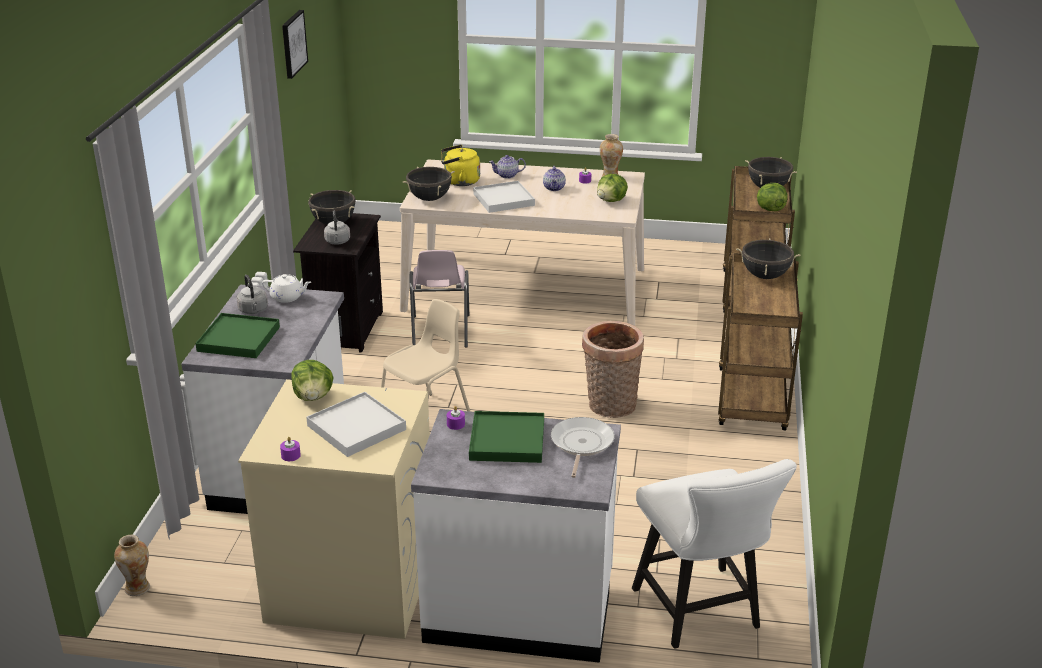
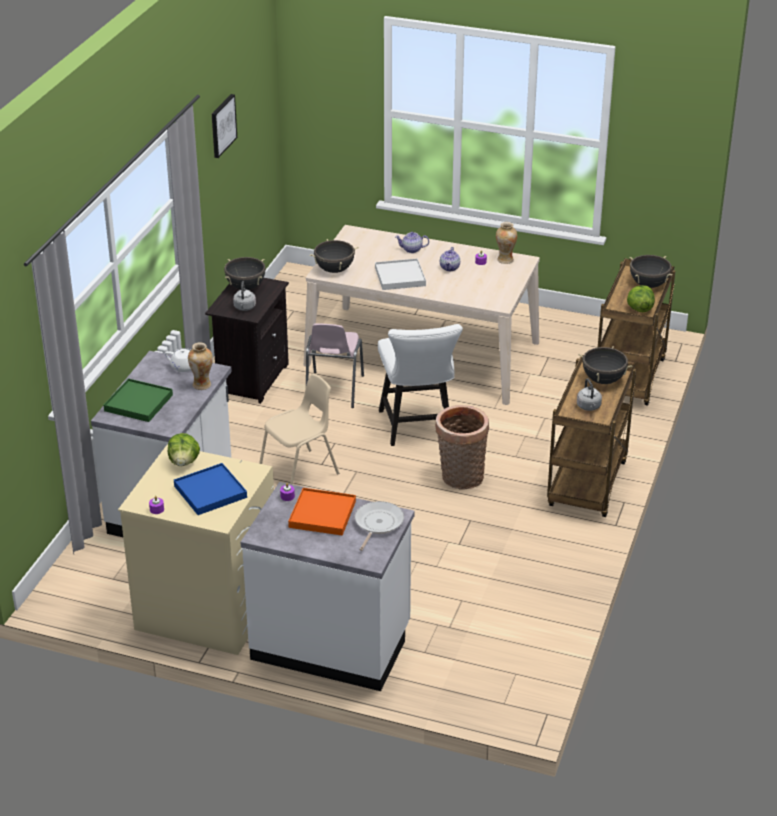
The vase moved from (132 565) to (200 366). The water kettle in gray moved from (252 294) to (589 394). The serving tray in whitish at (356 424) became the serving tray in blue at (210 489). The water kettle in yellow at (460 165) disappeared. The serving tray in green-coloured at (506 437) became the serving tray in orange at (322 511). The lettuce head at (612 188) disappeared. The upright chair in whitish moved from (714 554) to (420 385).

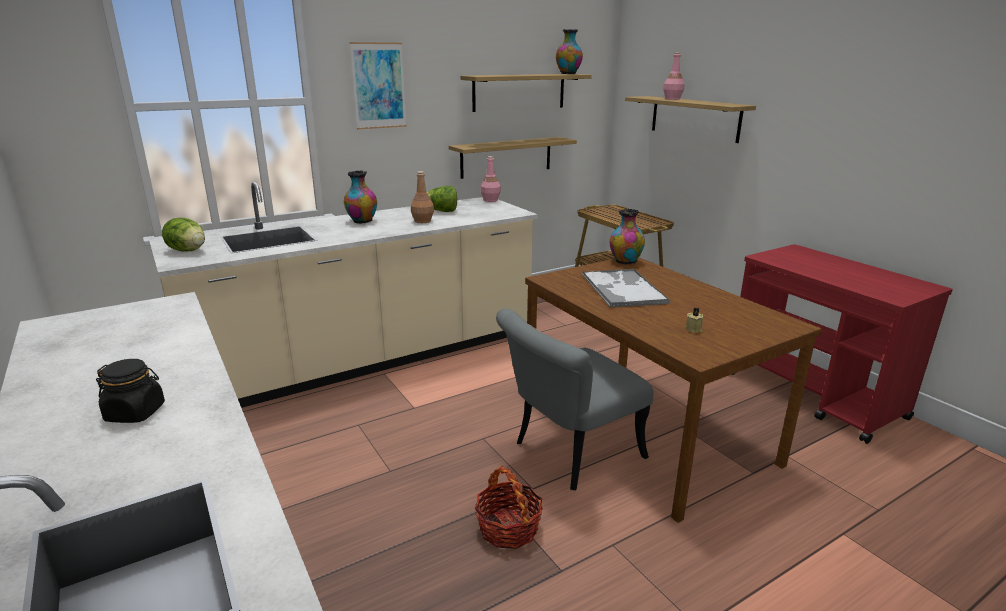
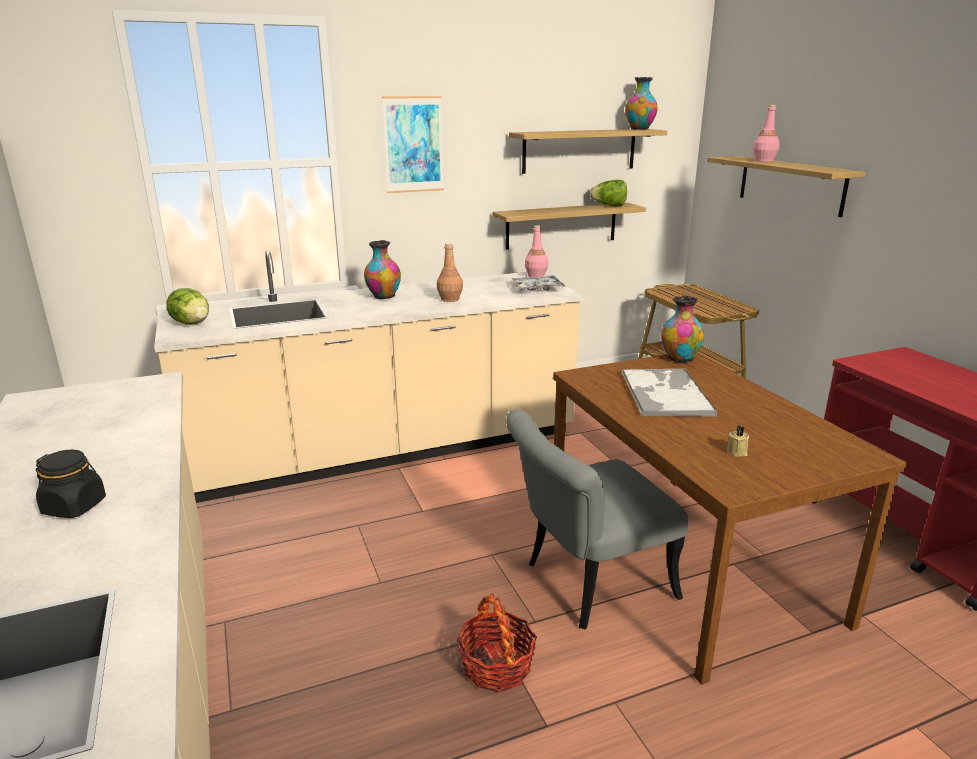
The lettuce head moved from (442 199) to (608 193). The serving tray at (538 283) appeared.

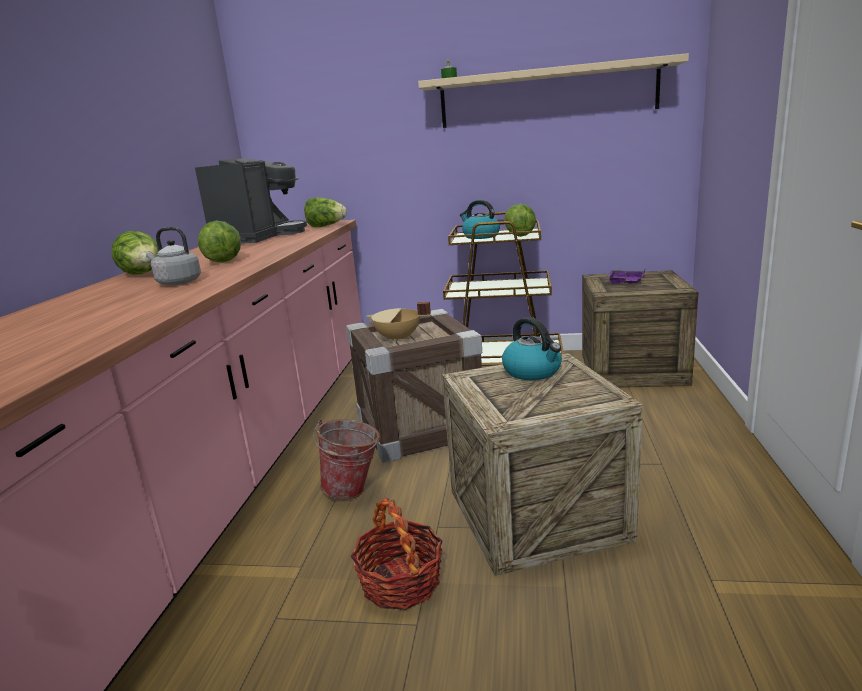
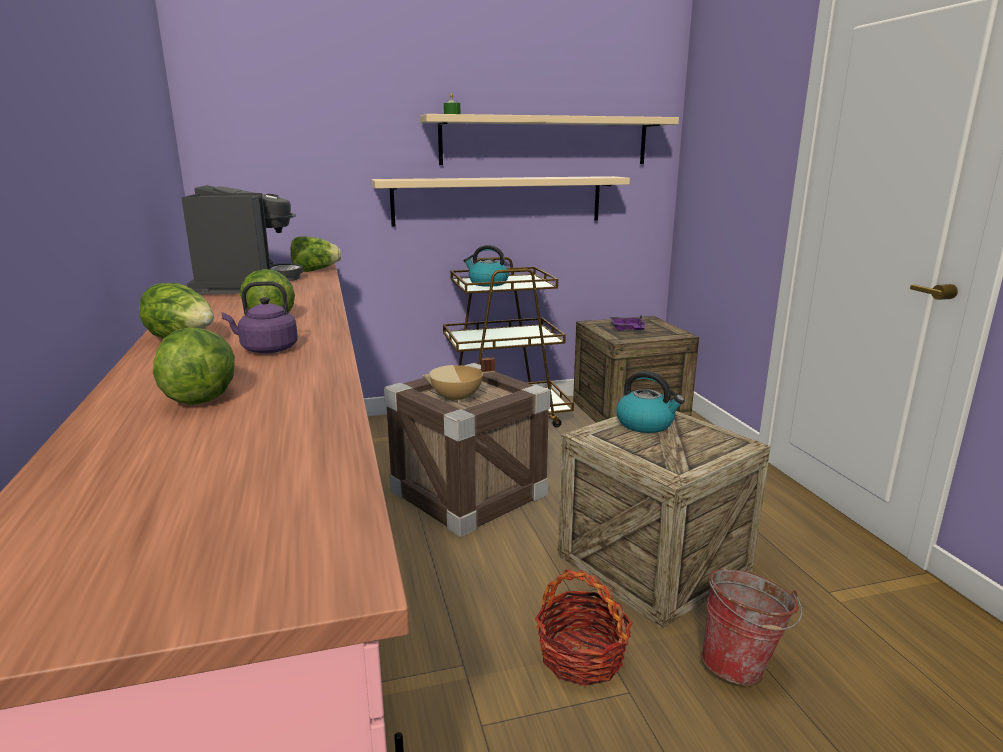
The water kettle in gray at (173 256) became the water kettle in purple at (260 317). The water bucket moved from (346 459) to (751 627). The lettuce head moved from (520 220) to (194 366). The shelf in beige-coloured at (500 201) appeared.

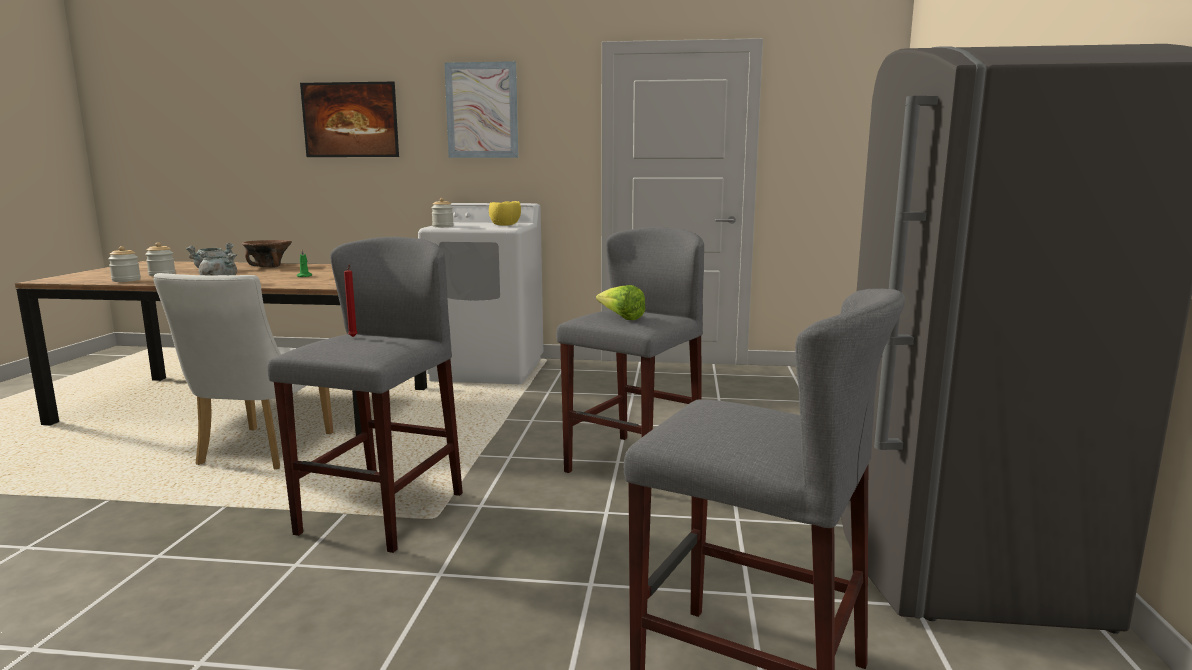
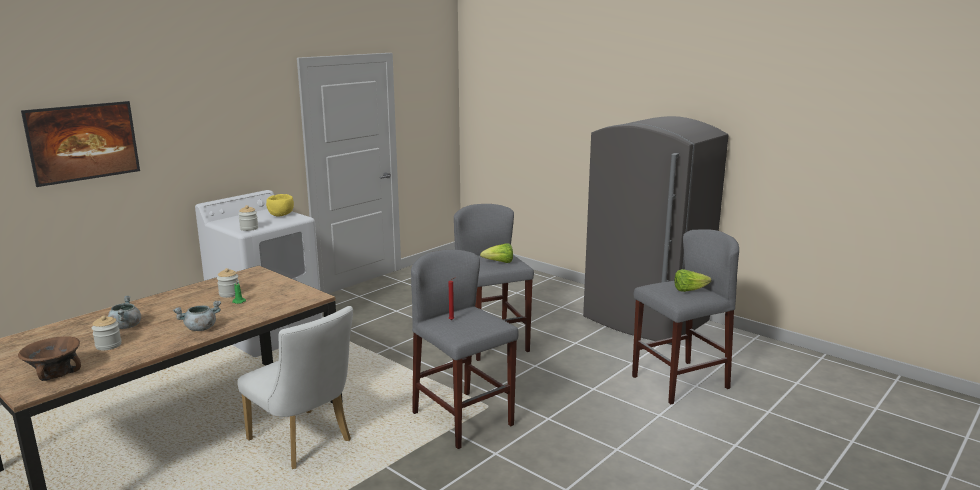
The preserve jar moved from (124 264) to (228 283). The deep dish in brown moved from (267 253) to (49 358). The wall picture at (481 109) disappeared. The lettuce head at (693 280) appeared.

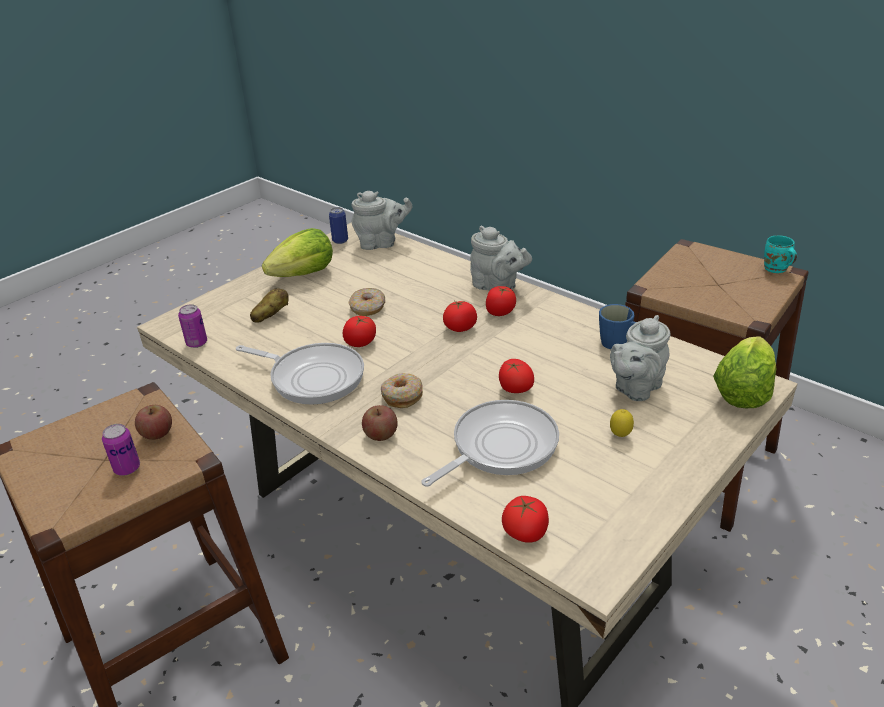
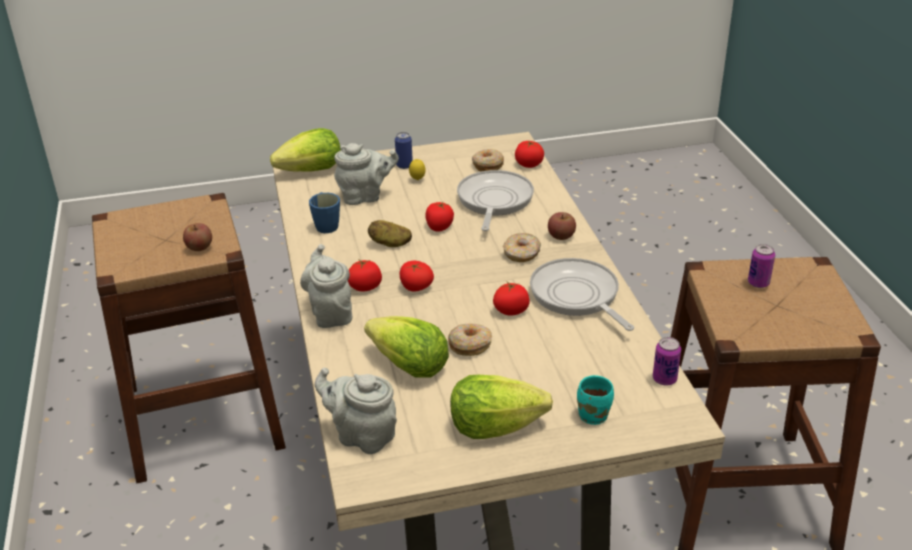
The apple fruit moved from (153 422) to (197 237). The potato moved from (269 305) to (390 233). The sealed can moved from (338 225) to (404 150). The frying pan at (490 443) turned 105 degrees clockwise. The mug in turquoise-coloured moved from (780 254) to (595 400). The lettuce head at (406 346) appeared. The donut at (488 160) appeared.

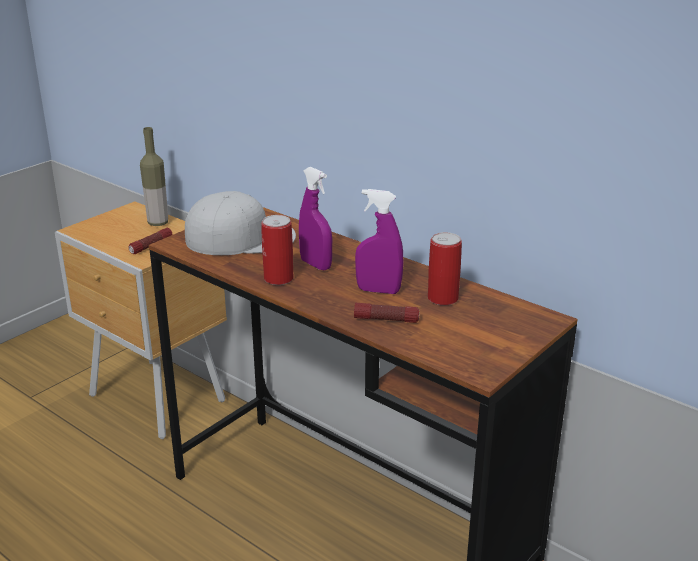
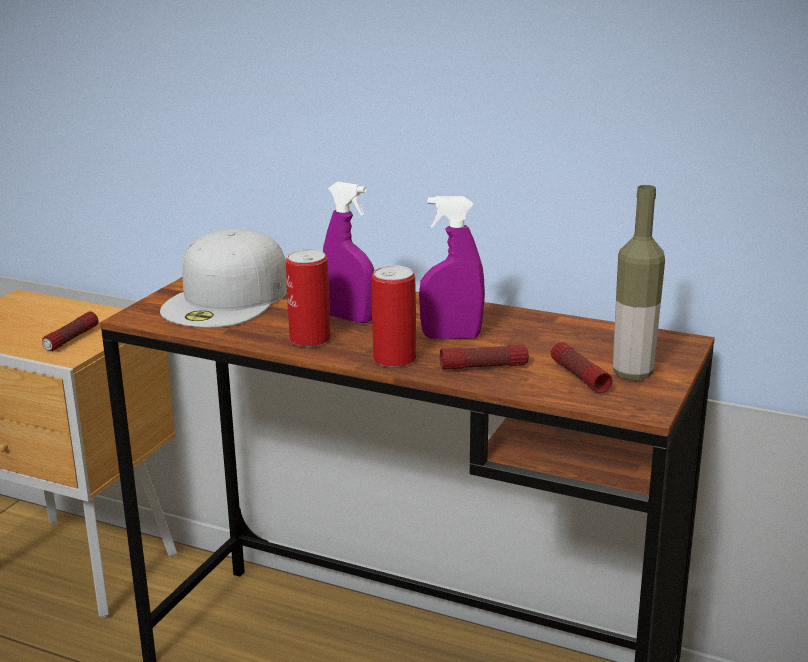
The beverage bottle moved from (154 176) to (639 282). The peaked cap in whitish at (240 223) turned 135 degrees clockwise. The sealed can moved from (445 269) to (394 316). The flashlight at (582 367) appeared.

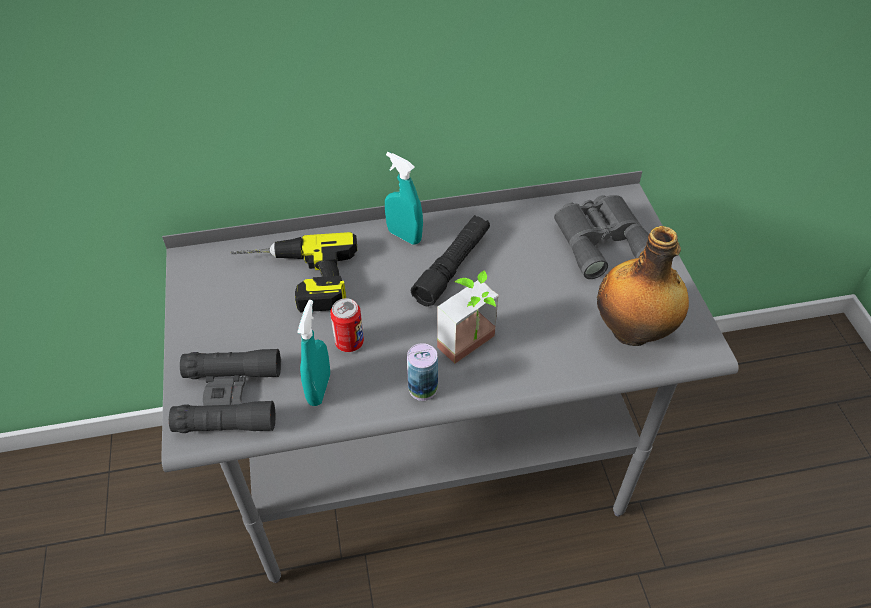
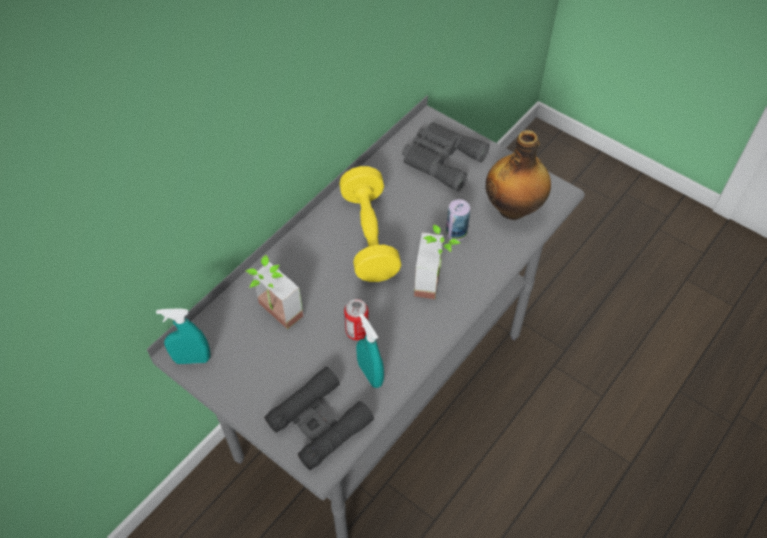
The electric drill at (294 272) was replaced by the houseplant at (274 292). The sprayer in turquoise-coloured moved from (404 198) to (183 336). The sealed can moved from (422 372) to (458 220). The flashlight in black-coloured at (450 261) was replaced by the hand weight in yellow at (370 224).

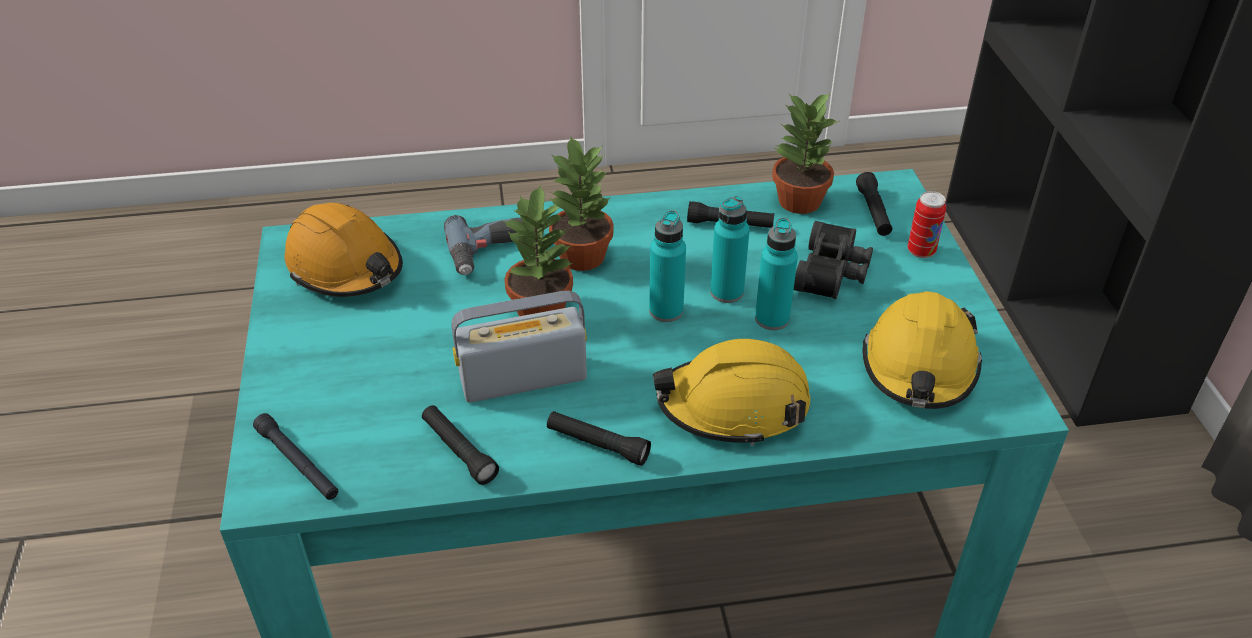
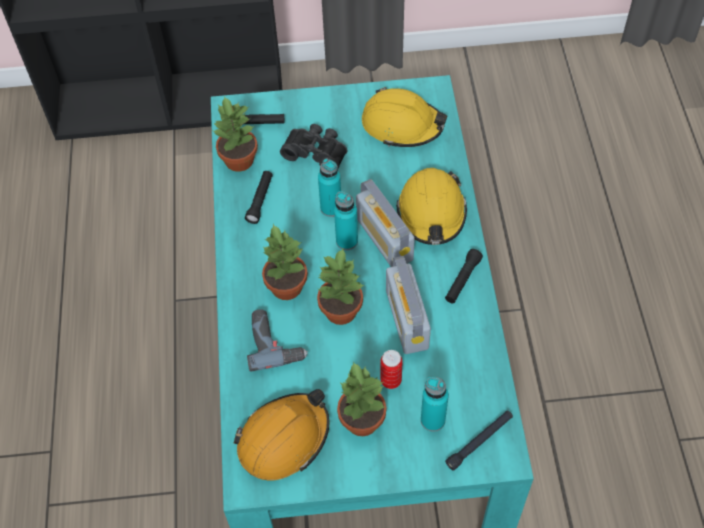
The flashlight in black-coloured at (460 445) disappeared. The beverage bottle in turquoise-coloured moved from (776 274) to (435 404). The sealed can moved from (927 224) to (391 369). The houseplant at (361 398) appeared. The radio receiver at (385 223) appeared.

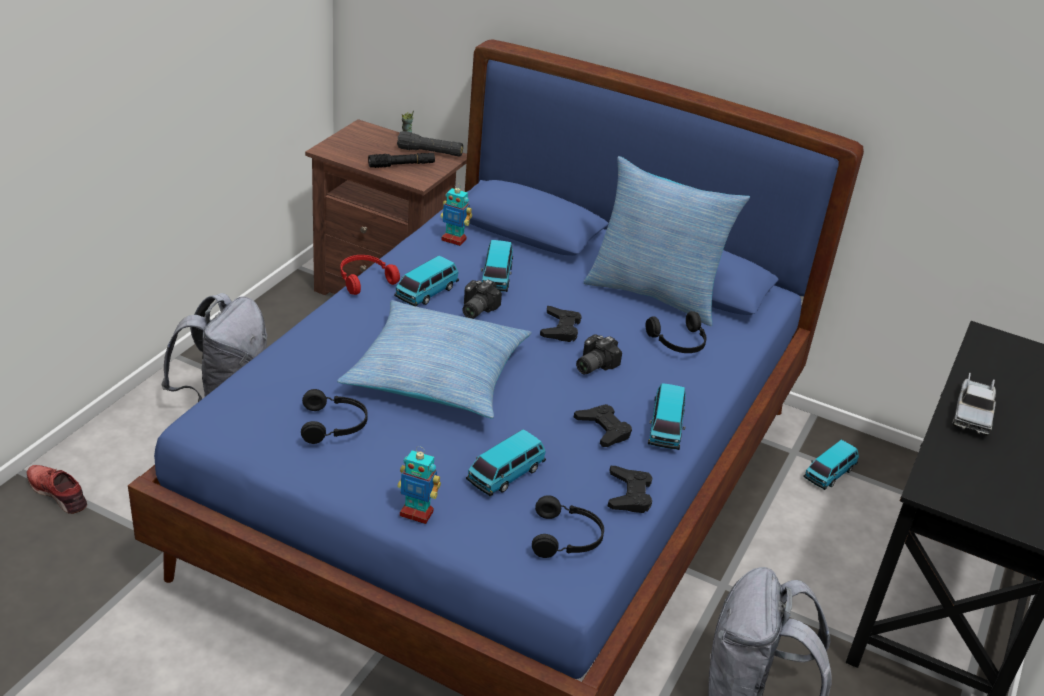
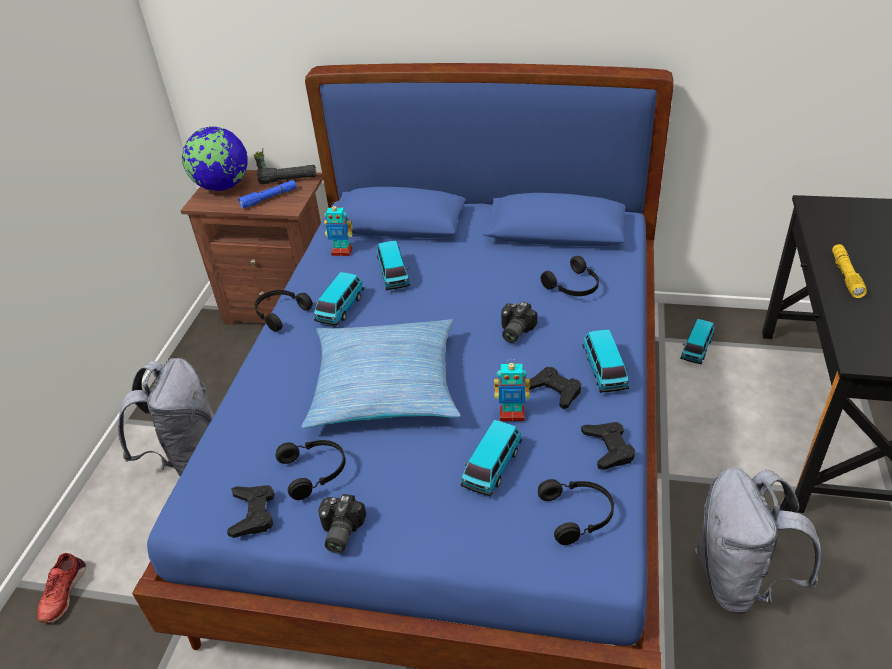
The item of footwear in red at (57 489) turned 105 degrees counterclockwise. The headset in red at (370 275) became the headset in black-coloured at (284 310). The flashlight in black-coloured at (401 160) became the flashlight in blue at (267 194). The toy robot moved from (419 485) to (512 390). The photo camera moved from (482 299) to (342 523). The gamepad in black-coloured moved from (561 324) to (251 511). The throw pillow at (667 241) disappeared. The toy lorry at (974 404) was replaced by the flashlight in yellow at (849 271). The globe at (215 158) appeared.

